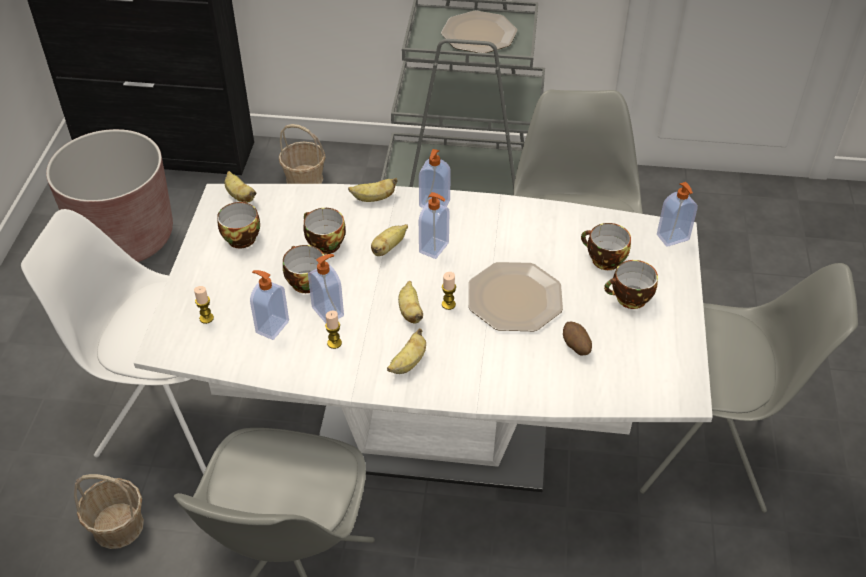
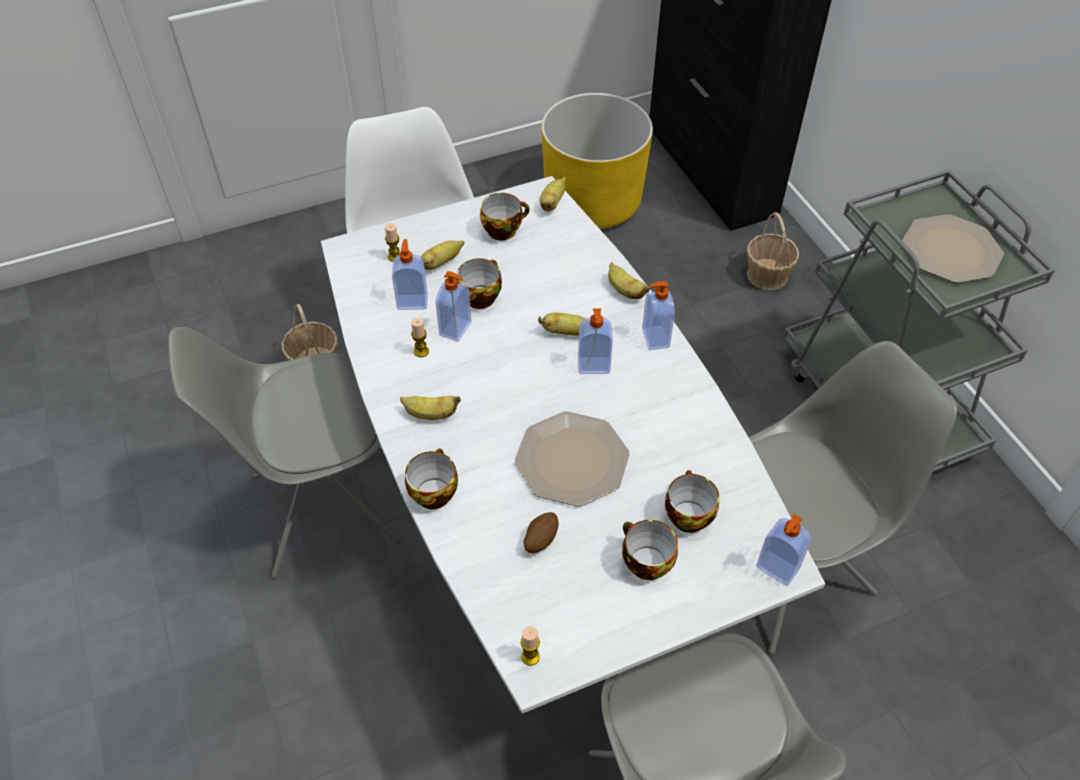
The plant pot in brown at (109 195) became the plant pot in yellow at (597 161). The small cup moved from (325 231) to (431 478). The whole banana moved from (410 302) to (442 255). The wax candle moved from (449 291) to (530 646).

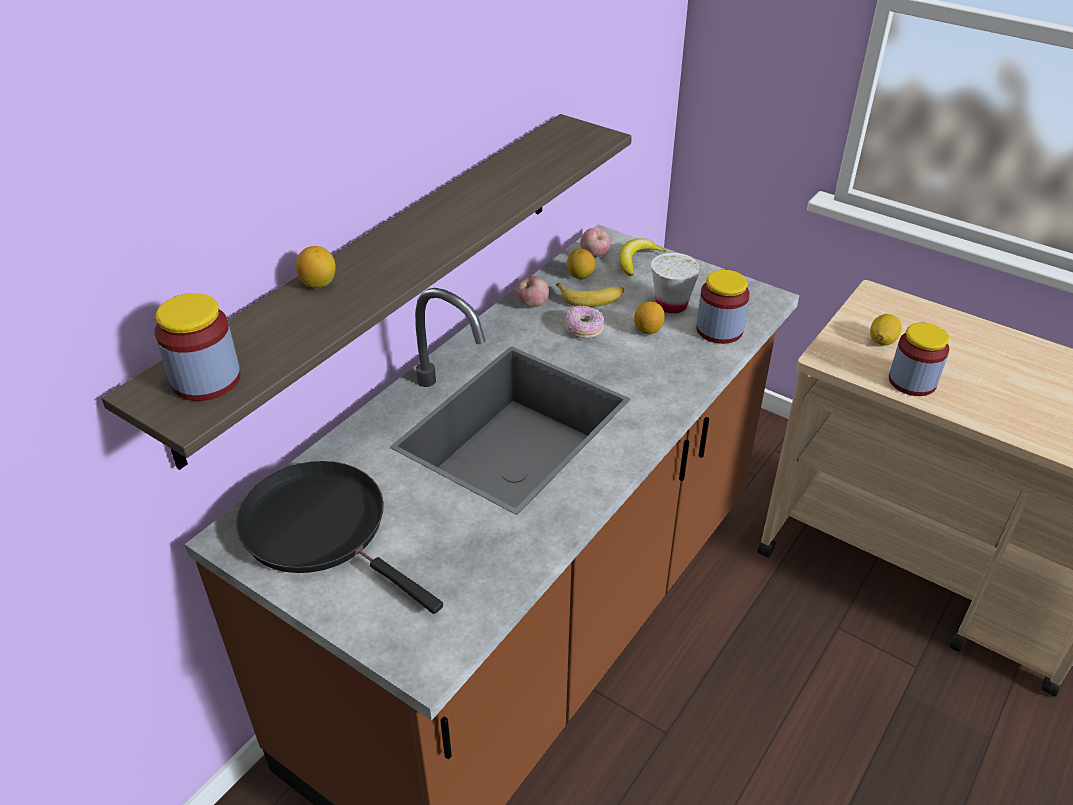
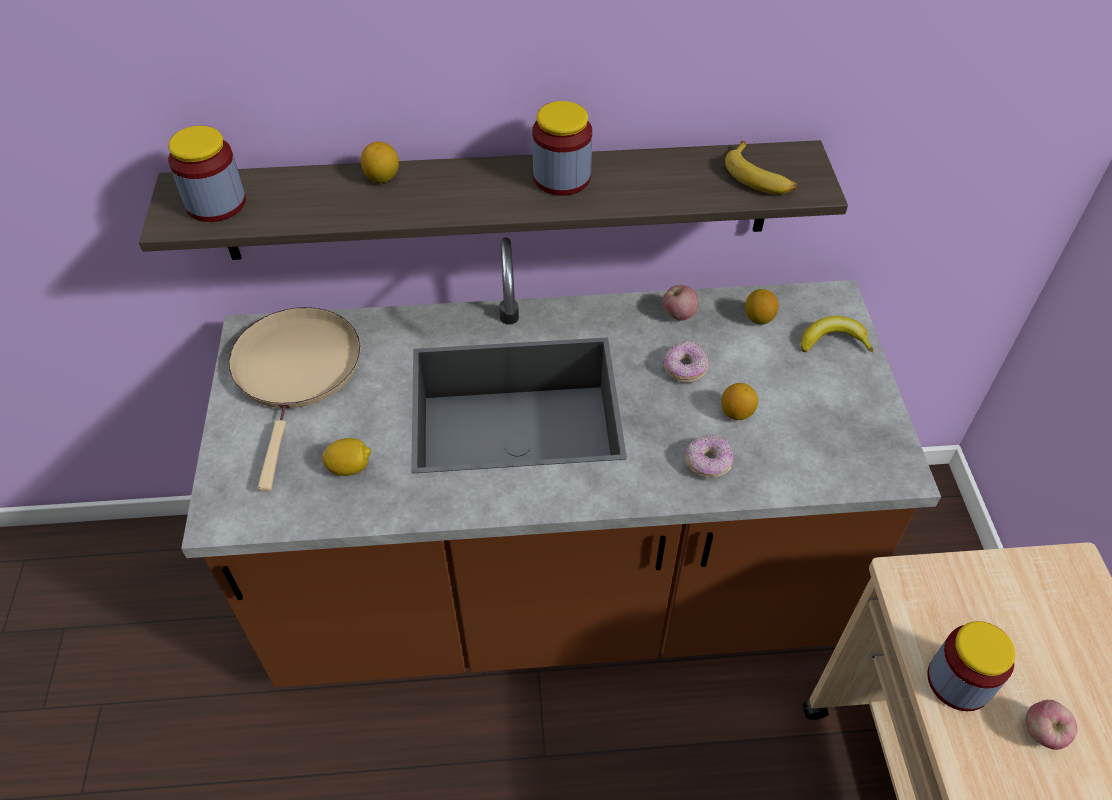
The frying pan in black-coloured at (339 537) became the frying pan in beige-coloured at (294 399). The whole banana moved from (590 295) to (761 168). The apple fruit moved from (595 242) to (1051 725). The small cup in whitish at (676 283) disappeared. The preserve jar moved from (723 307) to (562 148). The citrus fruit moved from (886 330) to (346 457). The donut at (709 456) appeared.

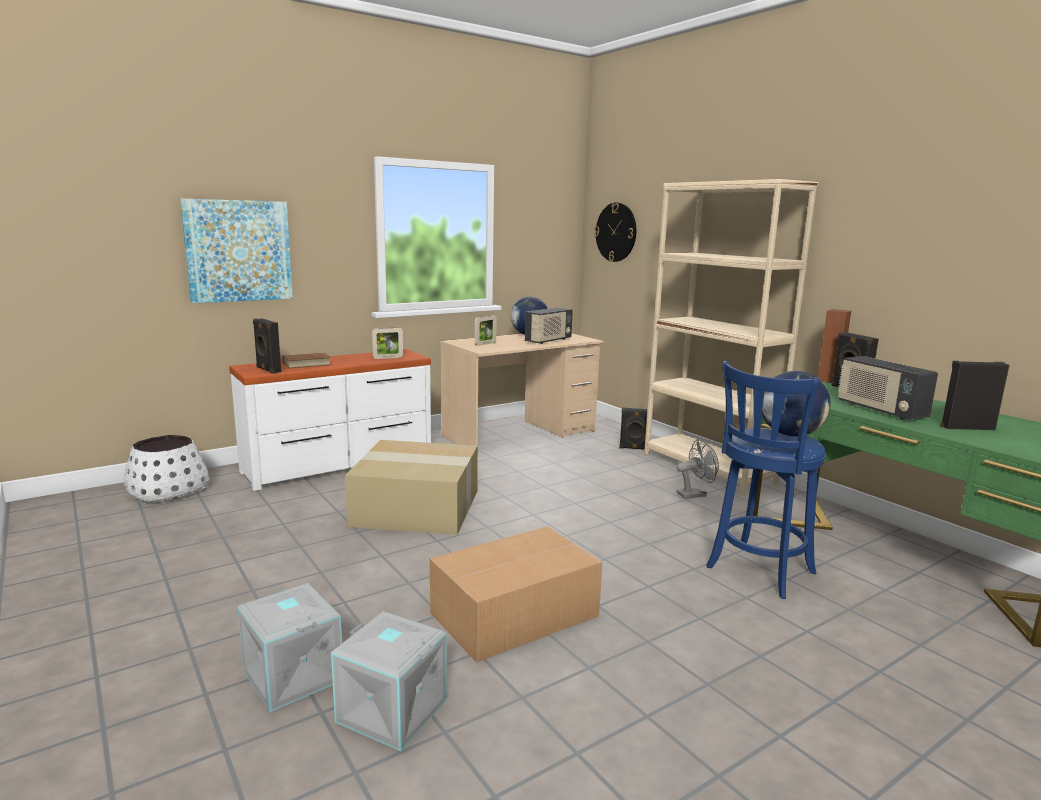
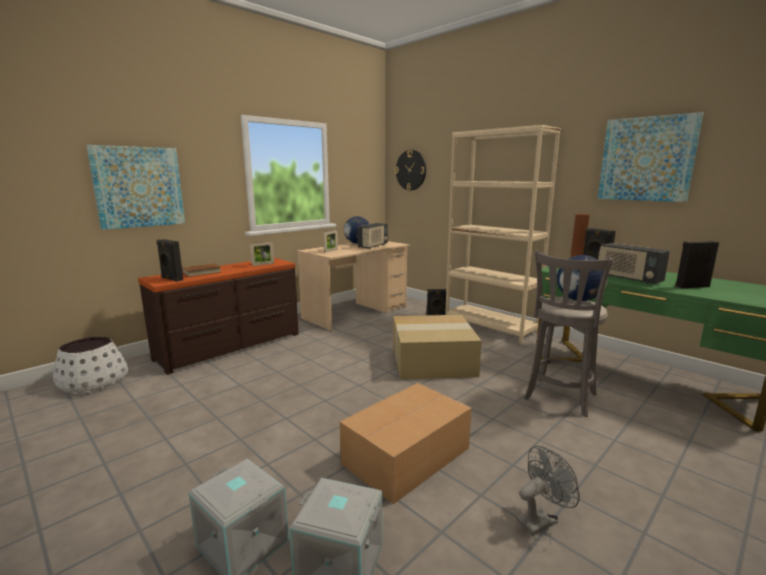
The dresser in whitish at (330 420) became the dresser in brown at (218 316). The carton moved from (411 487) to (437 347). The fan in gray moved from (698 469) to (548 491). The stool in blue at (766 480) became the stool in gray at (568 333). The wall picture at (650 157) appeared.

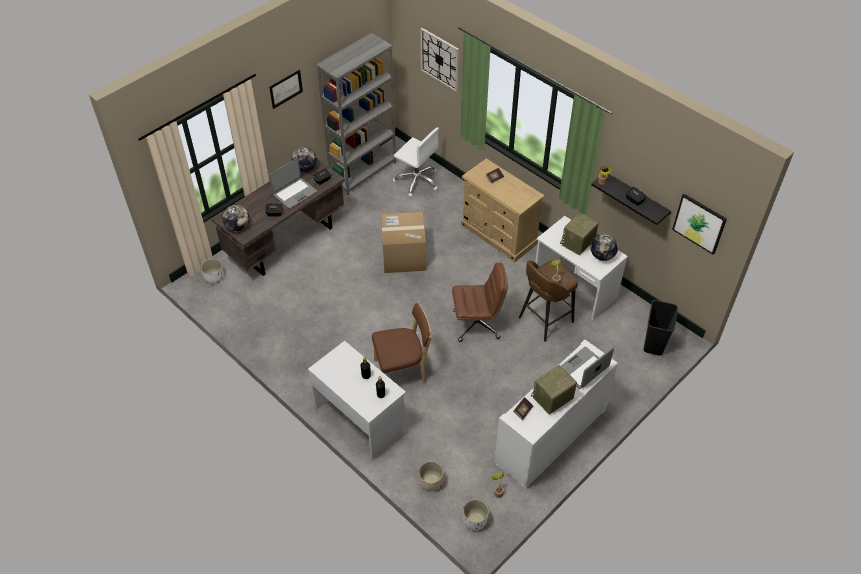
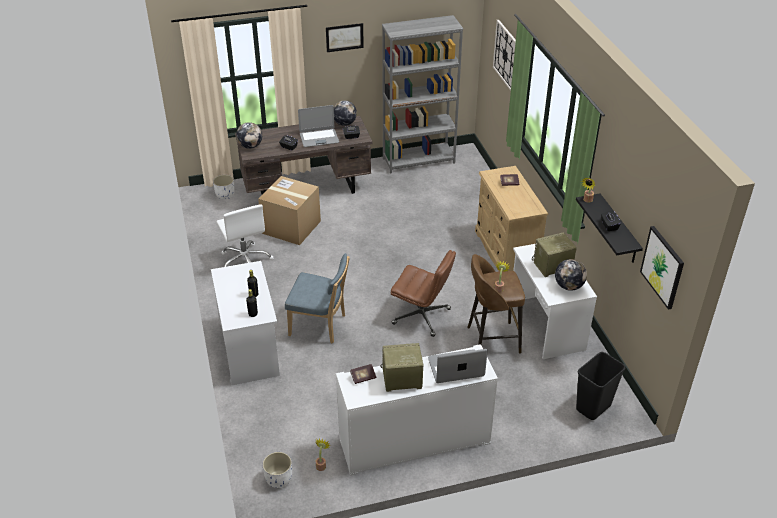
The upright chair in brown at (402 343) became the upright chair in blue at (317 298). The carton moved from (403 242) to (289 210). The office chair in whitish moved from (416 162) to (244 235). The plant pot in beige-coloured at (431 476) disappeared.

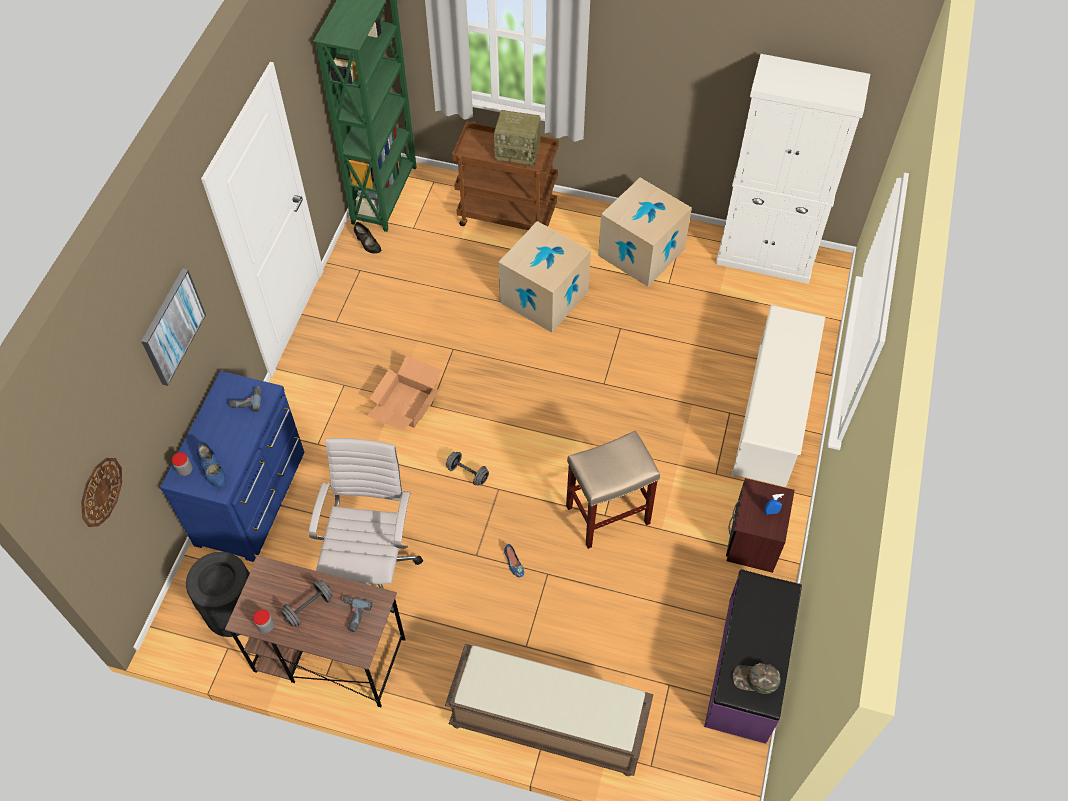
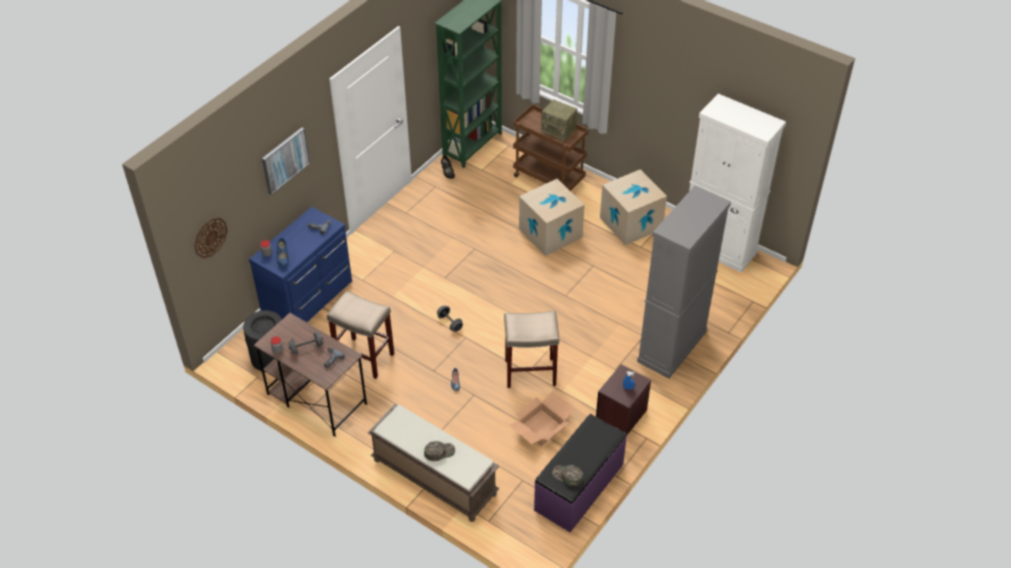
The office chair in whitish at (366 525) was replaced by the stool in beige-coloured at (360 335). The carton moved from (404 393) to (542 418). The shoe rack in whitish at (778 396) was replaced by the cabinet in gray at (684 282). The peaked cap in green-coloured at (439 451) appeared.

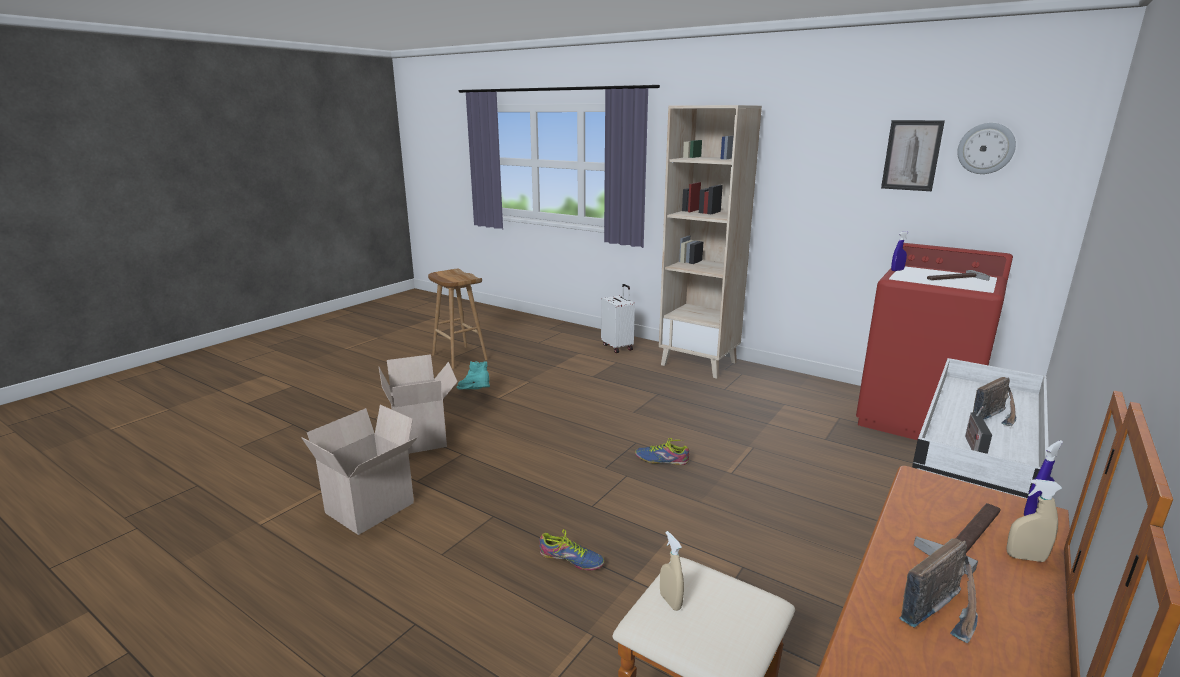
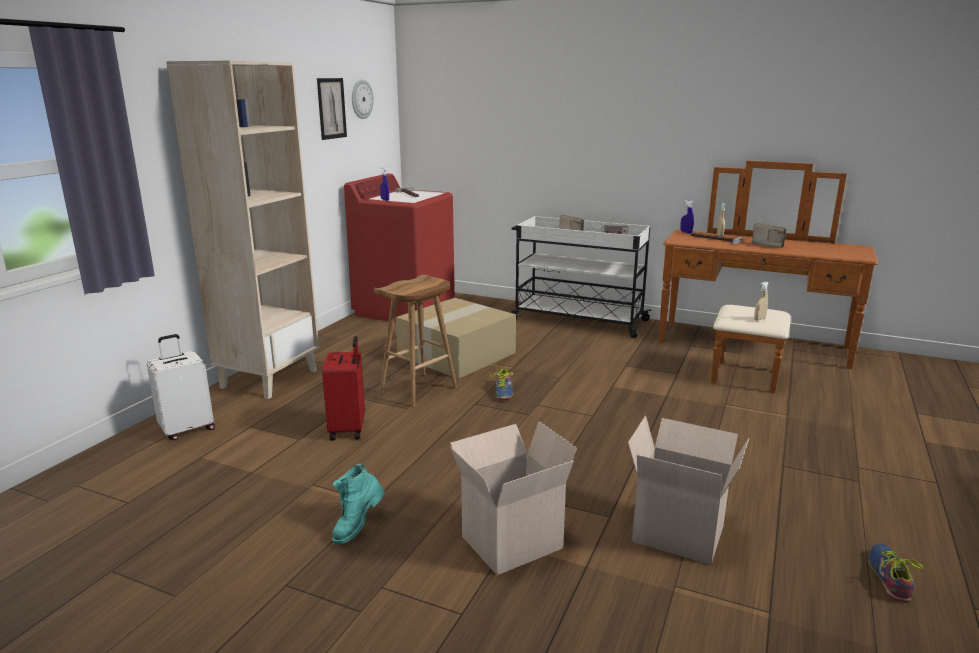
The stool in brown moved from (458 319) to (415 340). The item of footwear moved from (571 549) to (895 572). The suitcase in red at (343 388) appeared. The carton at (456 338) appeared.

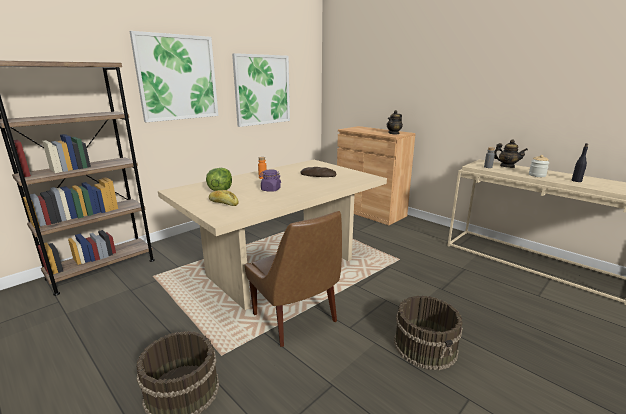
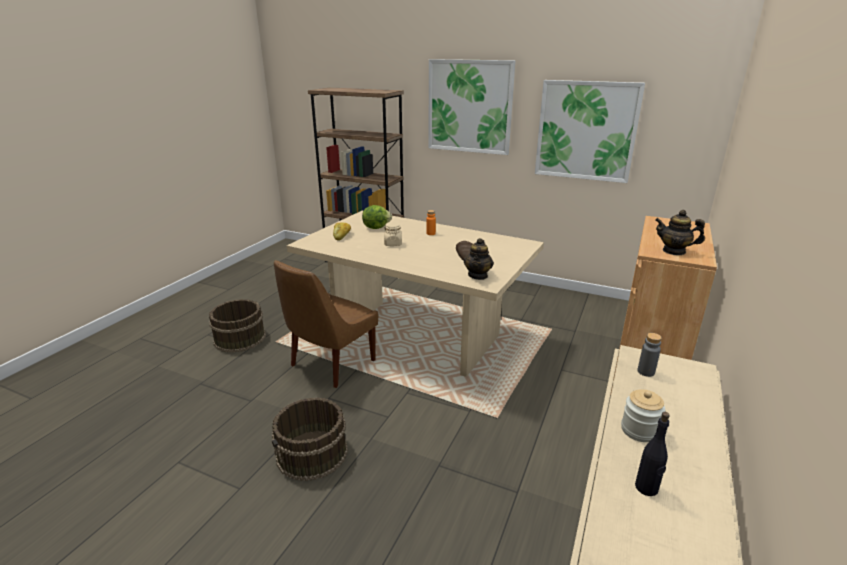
The preserve jar in purple at (270 180) became the preserve jar in beige-coloured at (393 234). The teapot moved from (511 154) to (479 259).

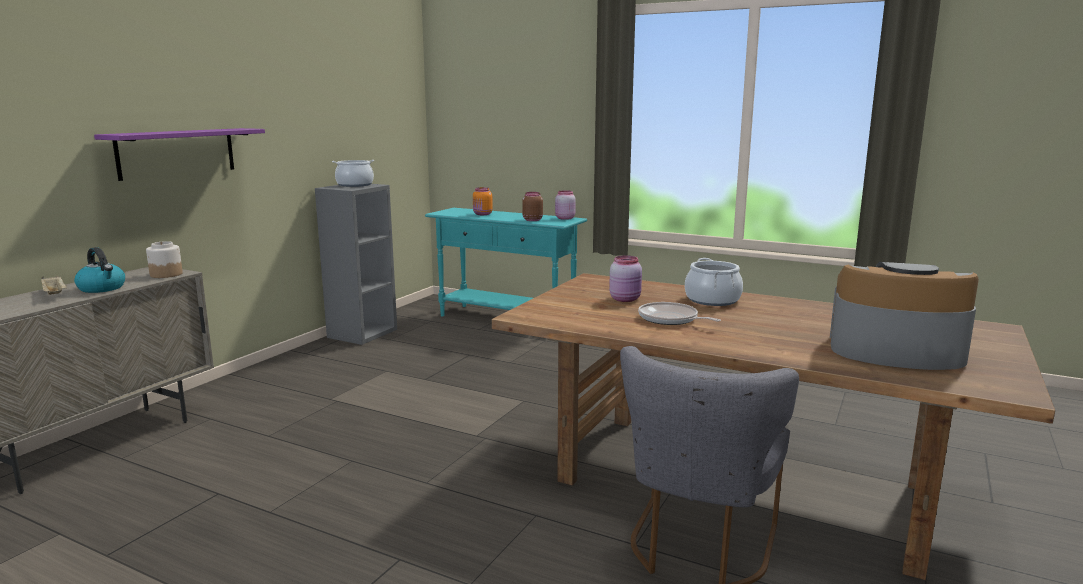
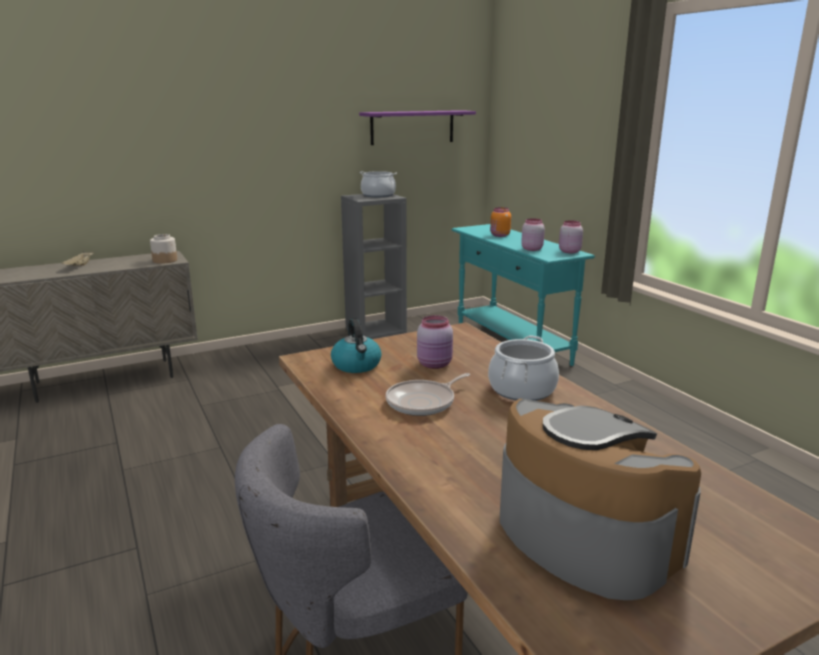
The water kettle moved from (99 270) to (356 346). The shelf in purple moved from (179 154) to (417 127). The preserve jar in brown at (532 206) became the preserve jar in pink-coloured at (533 235). The frying pan at (679 313) turned 120 degrees counterclockwise.

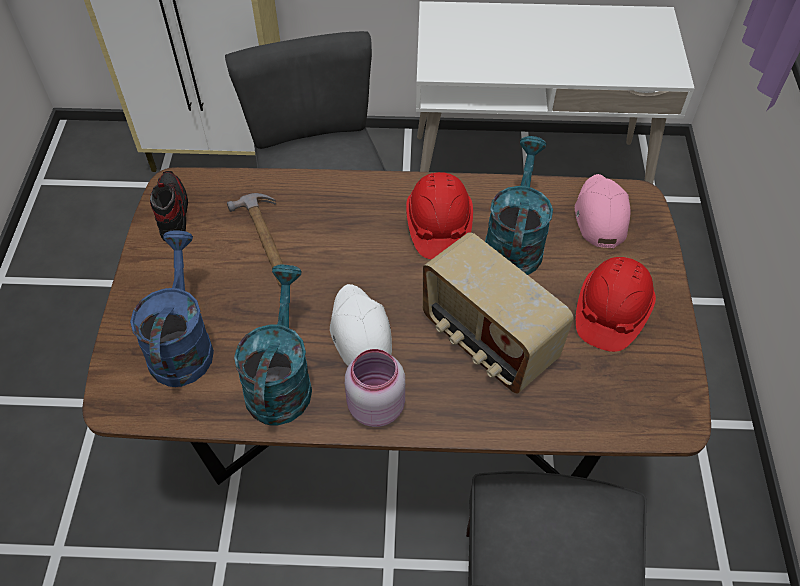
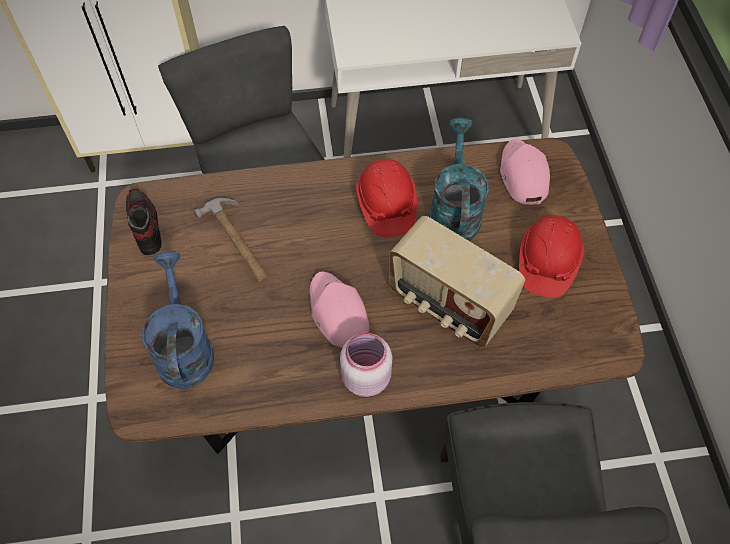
The watering can in turquoise-coloured at (273 345) disappeared. The peaked cap in whitish at (361 325) became the peaked cap in pink-coloured at (340 310).

